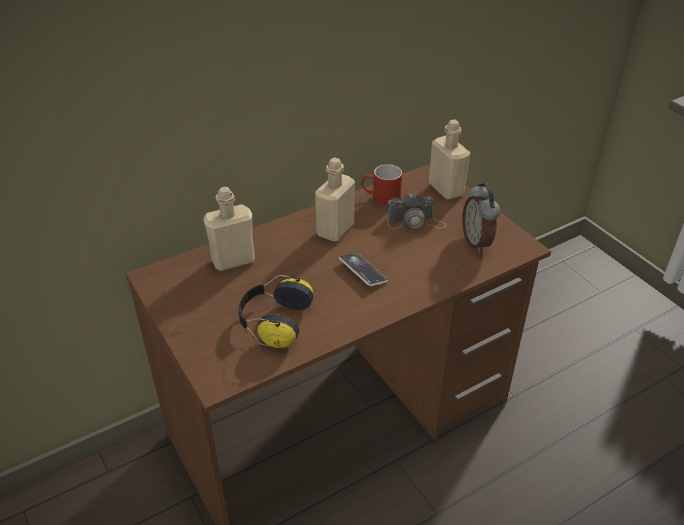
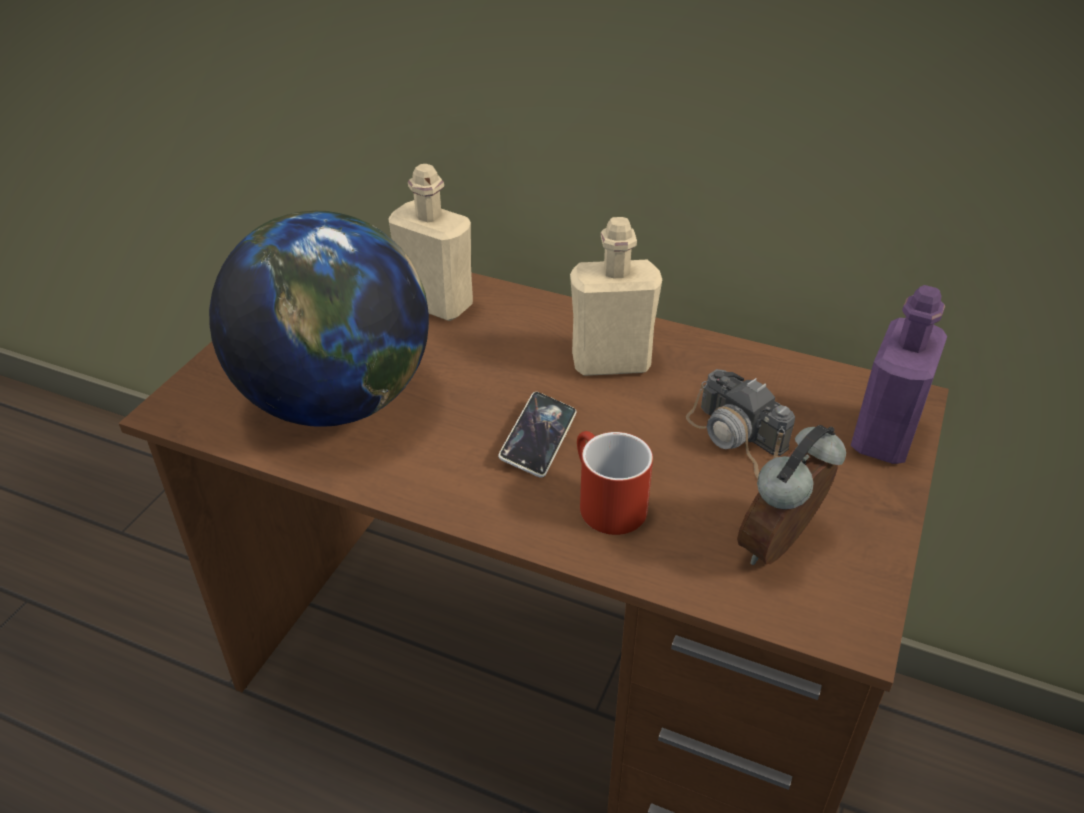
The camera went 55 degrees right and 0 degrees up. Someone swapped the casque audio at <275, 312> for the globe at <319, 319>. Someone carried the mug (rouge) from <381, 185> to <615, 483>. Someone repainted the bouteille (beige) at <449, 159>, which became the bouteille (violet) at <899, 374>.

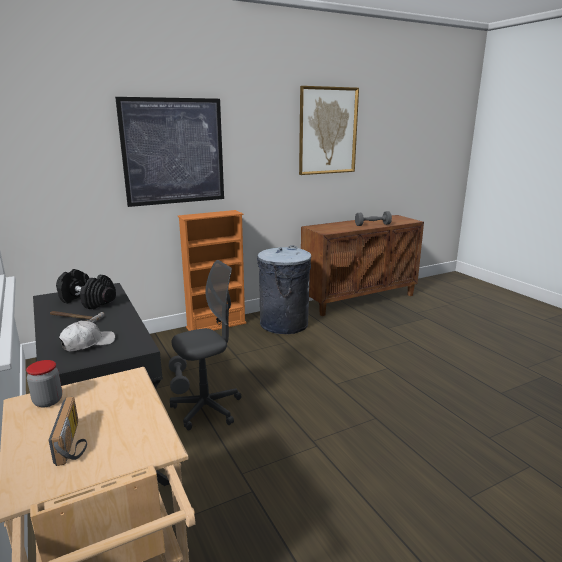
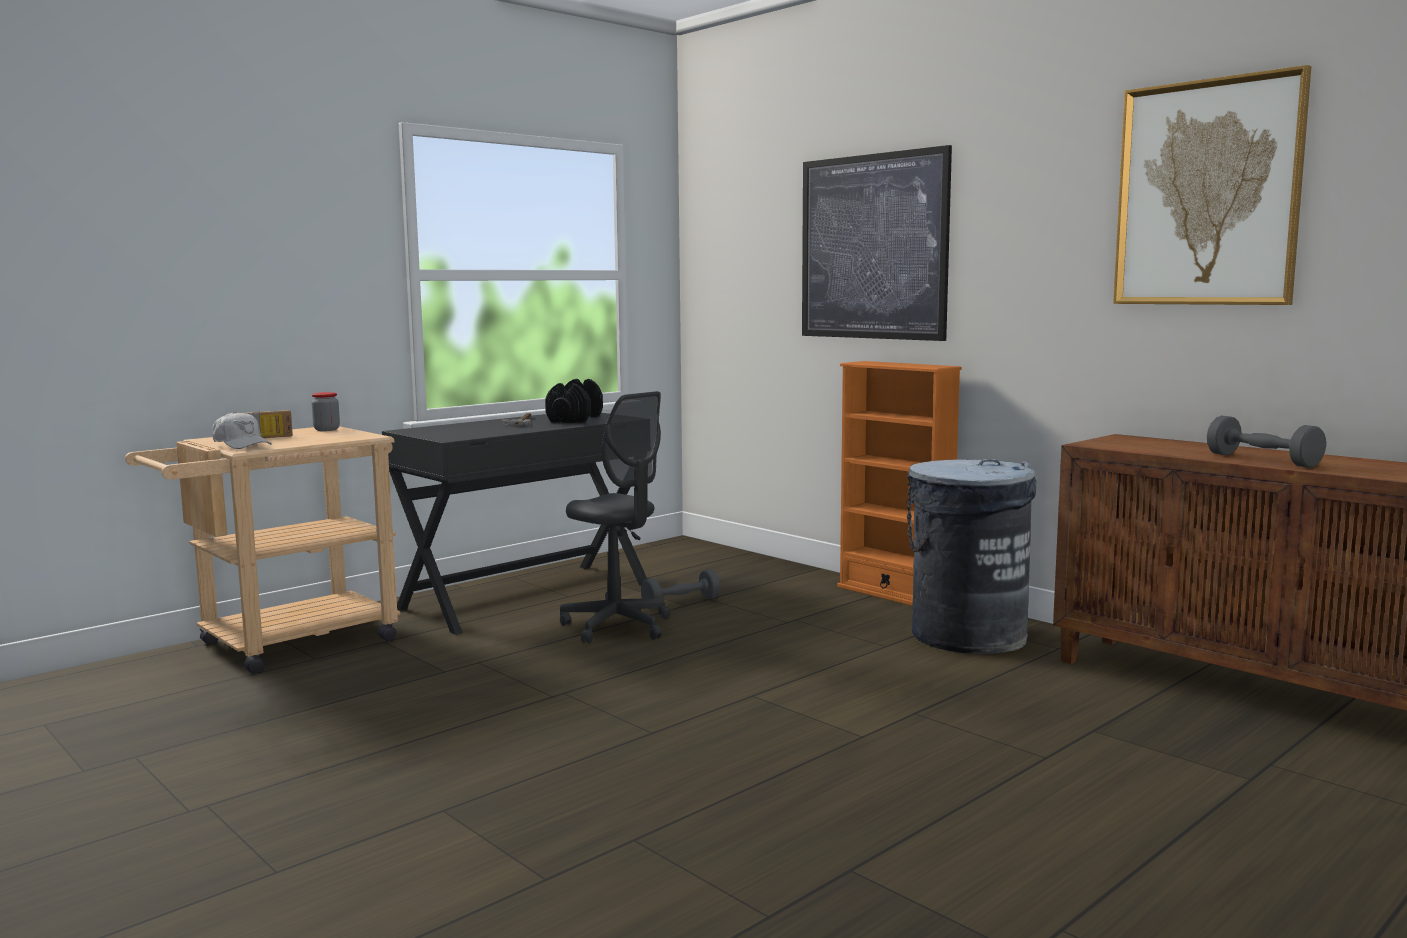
The camera went 75 degrees right and 10 degrees down. Someone carried the casquette (blanc) from <87, 336> to <242, 430>.

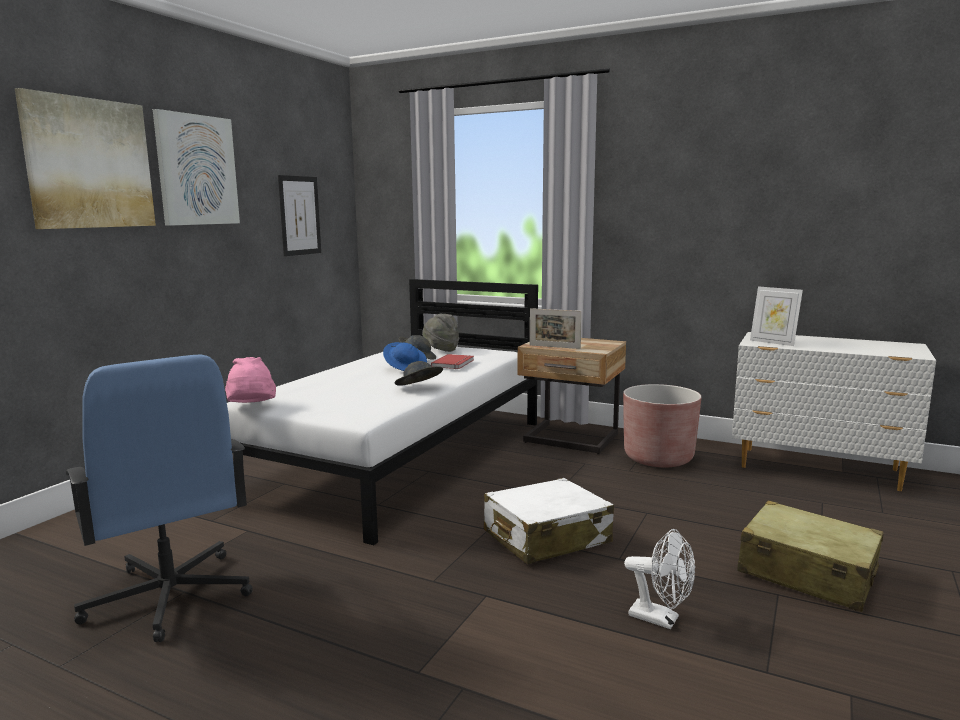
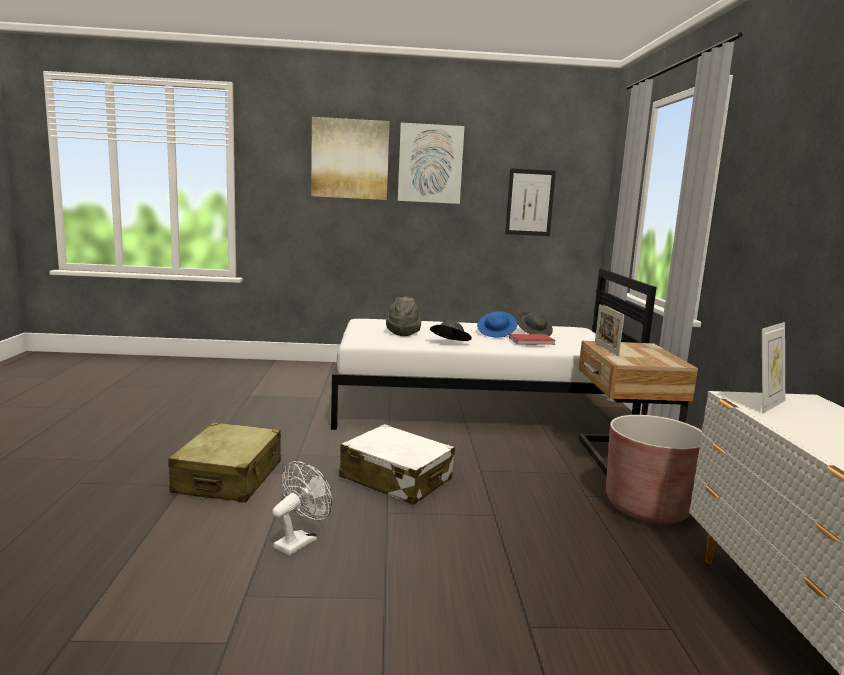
The camera went 60 degrees right and 0 degrees up. Someone carried the valise (beige) from <810, 556> to <224, 462>. Someone rotated the ventilateur (blanc) at <659, 579> by 150 degrees counterclockwise. Someone carried the chapeau (gris) from <440, 332> to <403, 316>. Someone rotated the cadre photo at <776, 316> by 150 degrees counterclockwise. Someone took away the chaise de bureau (bleu) at <159, 498>. Someone took away the chapeau (rose) at <250, 380>.

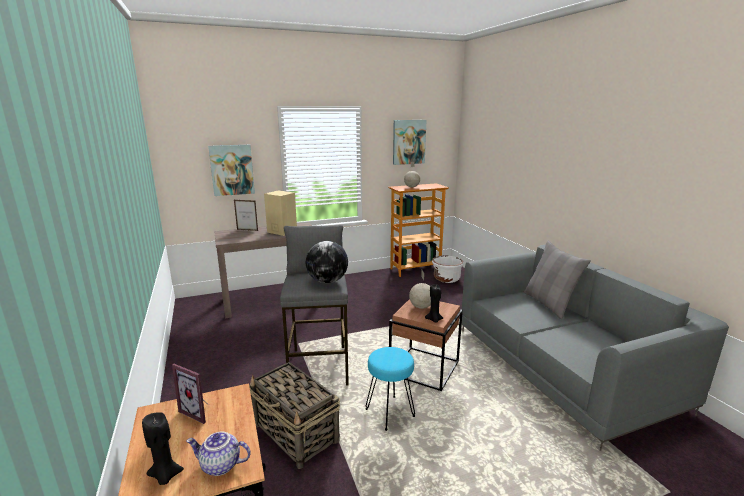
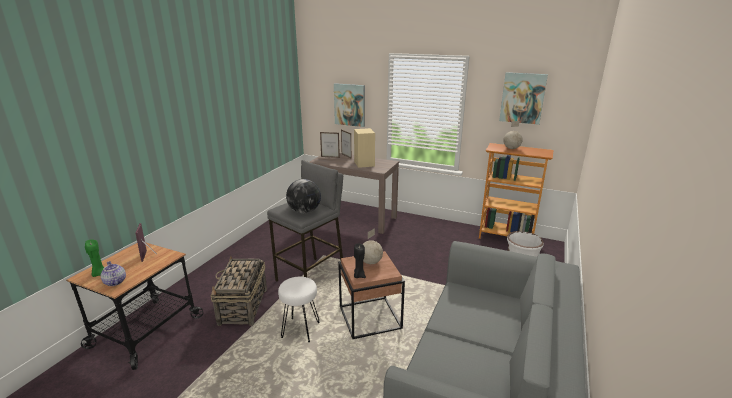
The camera went 45 degrees right and 5 degrees up. Someone repainted the bougie (noir) at <163, 448>, which became the bougie (vert) at <95, 258>. Someone repainted the tabouret (turquoise) at <390, 389>, which became the tabouret (blanc) at <298, 309>. Someone put down the cadre photo at <330, 145>. Someone took away the coussin (gris) at <557, 280>.

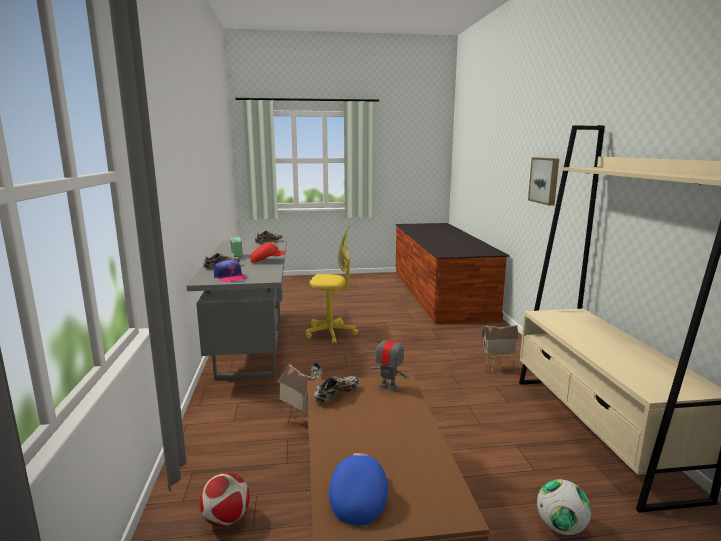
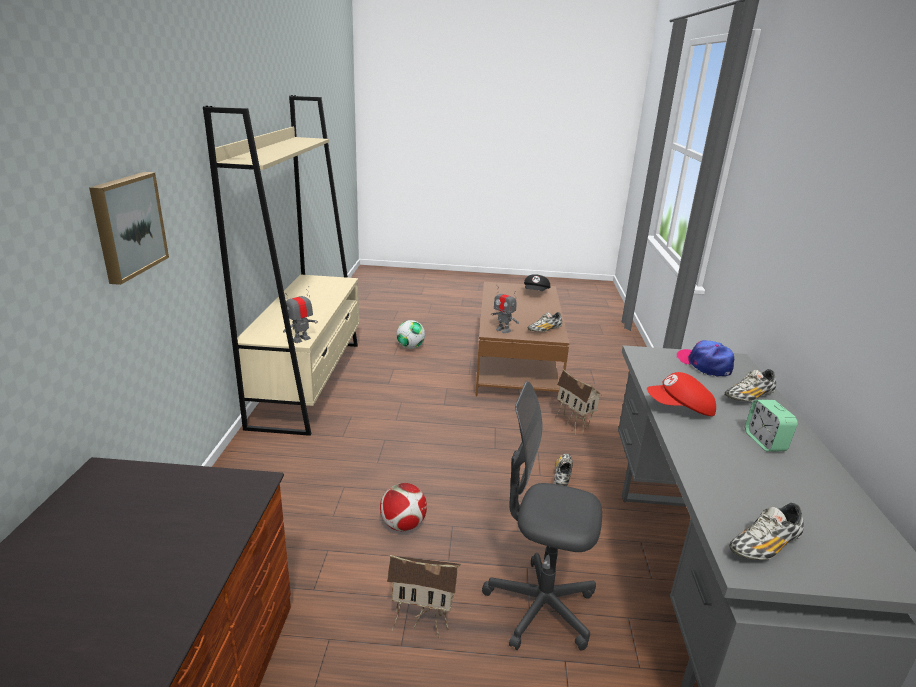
The camera went 170 degrees left and 10 degrees up. Someone put down the robot jouet at <300, 314>. Someone carried the ballon de foot from <224, 499> to <403, 507>. Someone carried the maison miniature from <500, 348> to <424, 597>. Someone repainted the chaise de bureau (jaune) at <332, 285>, which became the chaise de bureau (gris) at <542, 516>. Someone repainted the casquette (bleu) at <358, 489>, which became the casquette (noir) at <537, 282>.

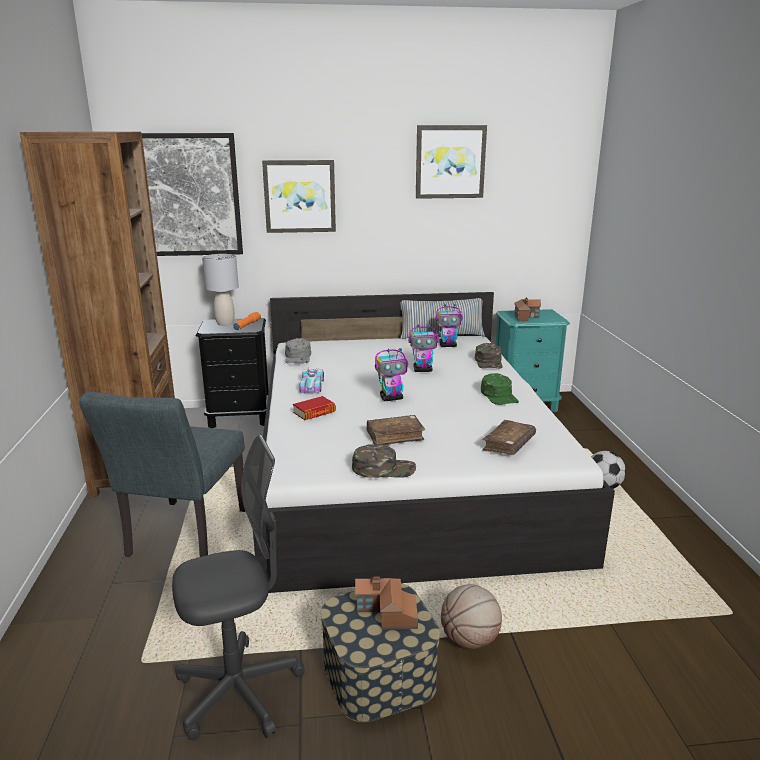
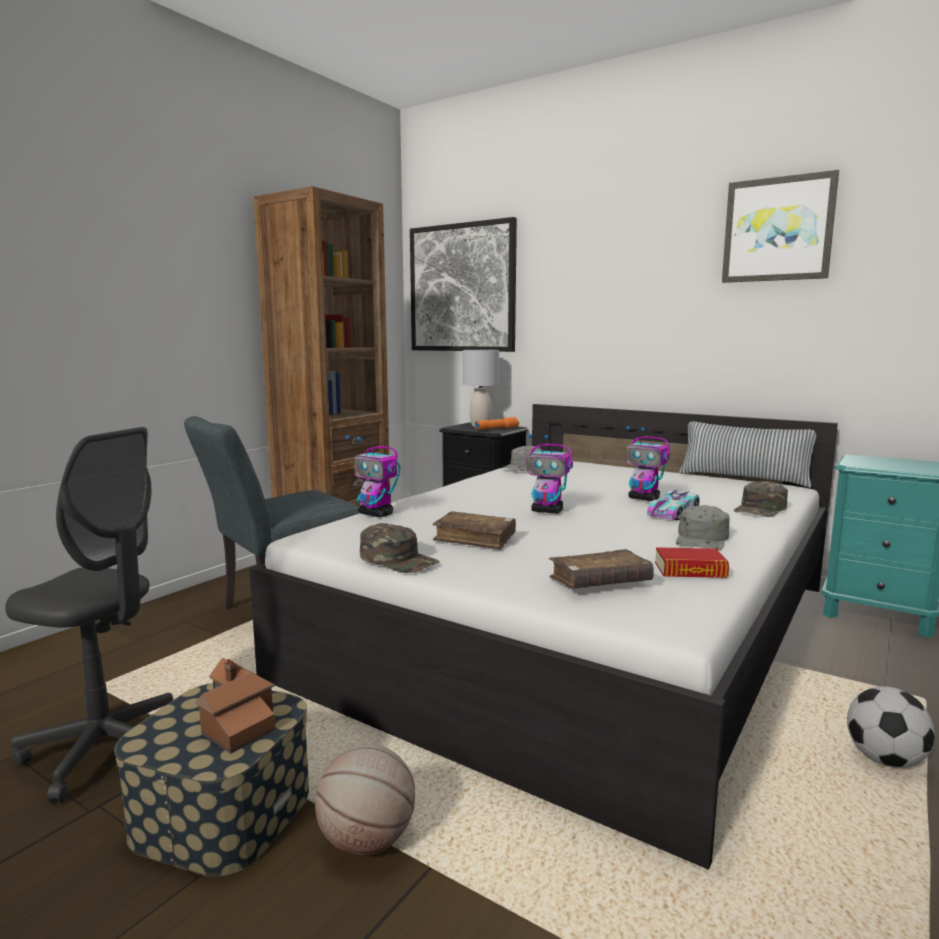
The camera went 40 degrees right and 10 degrees down. Someone carried the robot jouet from <449, 325> to <373, 476>. Someone carried the petite voiture from <311, 380> to <673, 504>. Someone carried the livre from <314, 408> to <692, 562>. Someone repainted the casquette (vert) at <500, 389>, which became the casquette (gris) at <703, 527>. Someone took away the tableau at <299, 196>. Someone took away the maison miniature at <527, 309>.

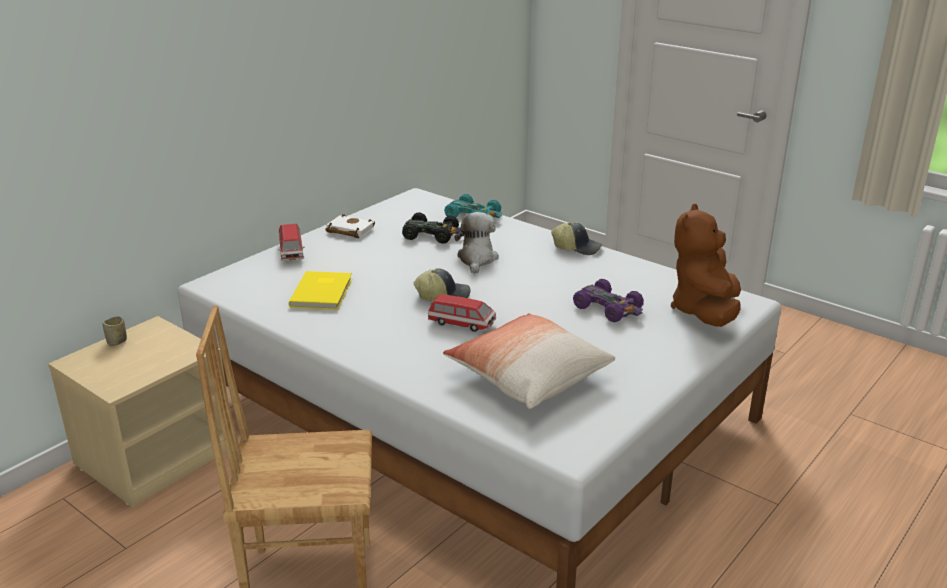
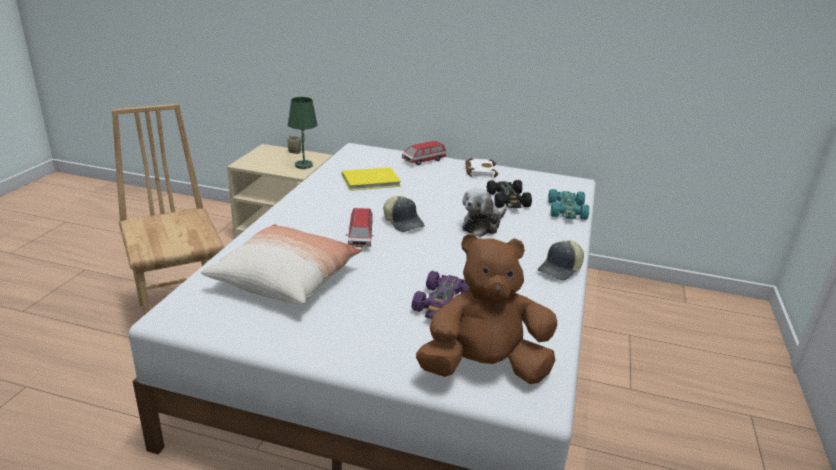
The camera went 65 degrees right and 0 degrees up. Someone put down the lampe de table (vert) at <302, 133>. Someone rotated the peluche at <476, 243> by 150 degrees clockwise. Someone rotated the casquette at <576, 238> by 45 degrees clockwise.

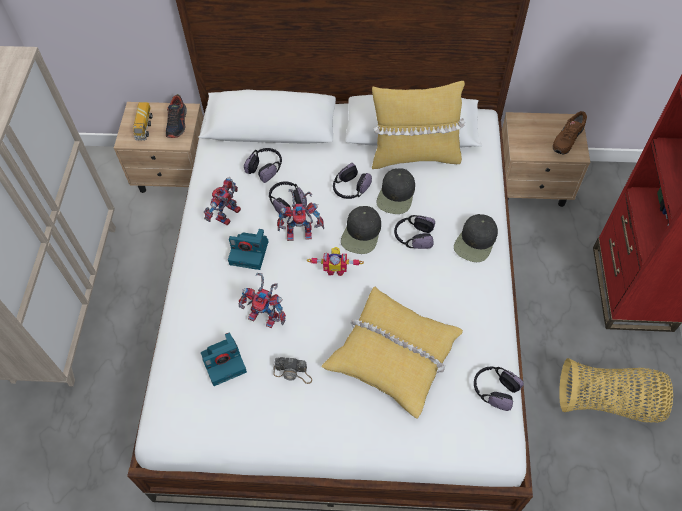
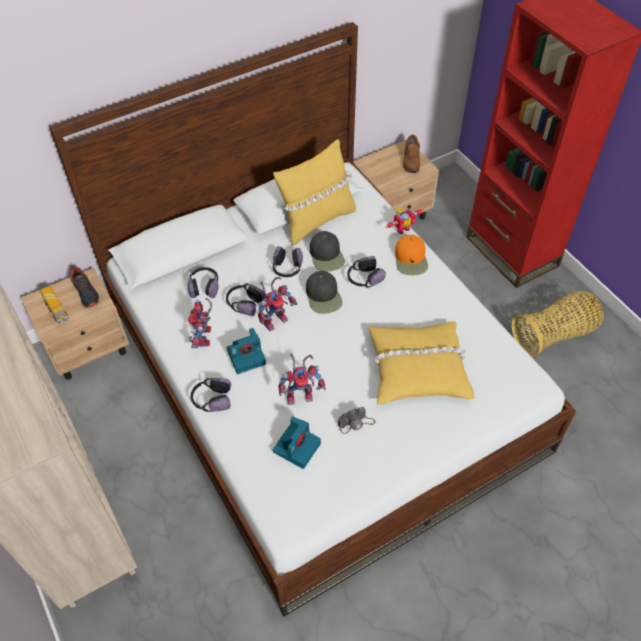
The camera went 35 degrees left and 5 degrees down. Someone carried the casque audio from <499, 389> to <211, 395>. Someone carried the robot jouet from <335, 261> to <404, 221>. Someone repainted the casquette (noir) at <476, 238>, which became the casquette (orange) at <411, 254>.

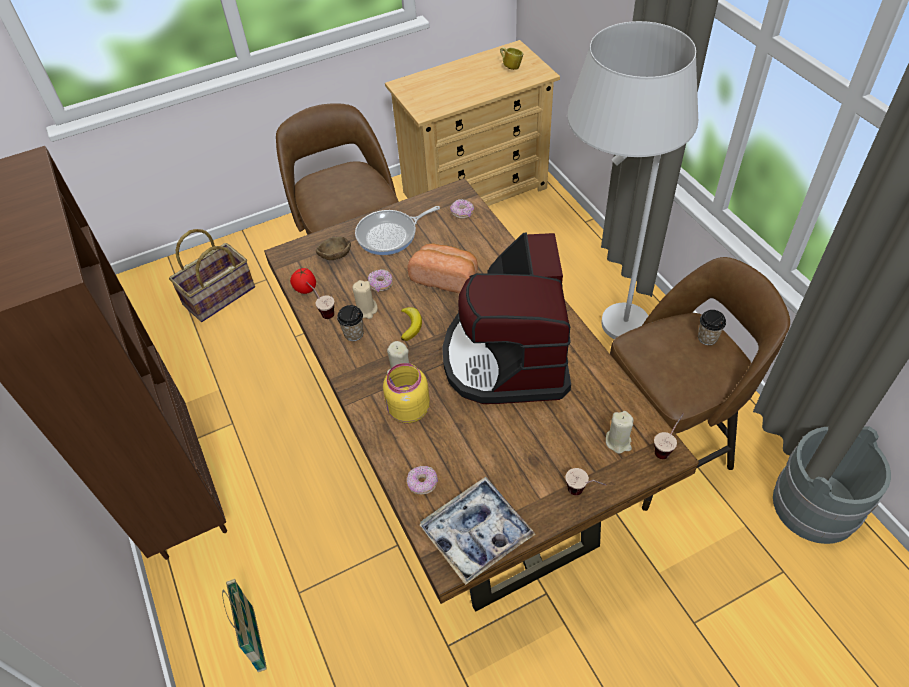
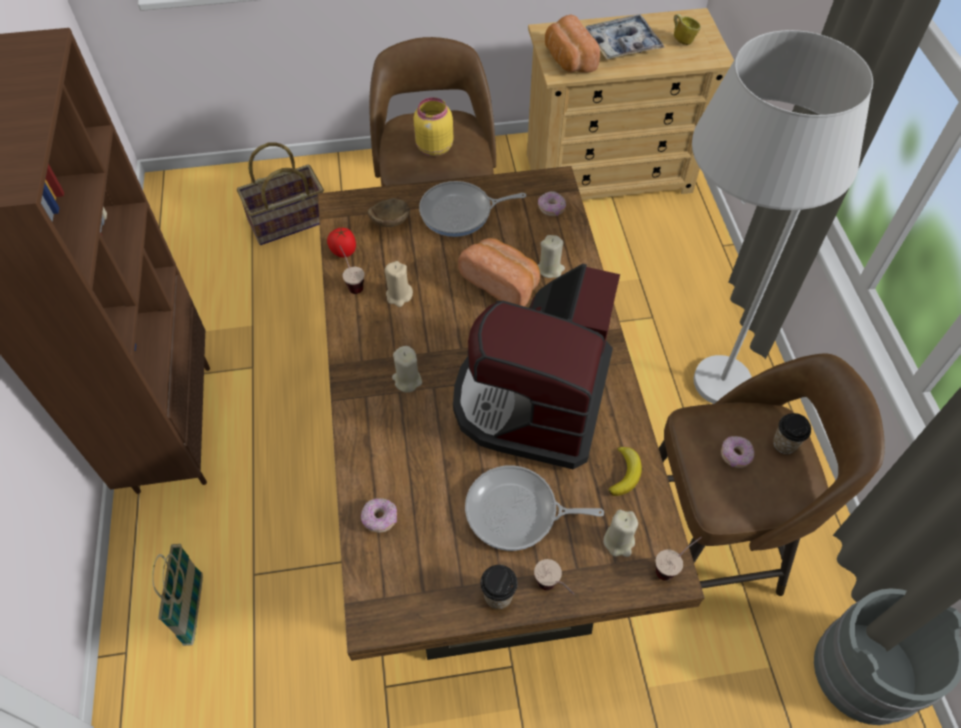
The camera went 15 degrees right and 5 degrees up. Someone carried the bocal (jaune) from <406, 393> to <433, 126>. Someone put down the poêle at <534, 508>. Someone carried the tasse from <350, 323> to <499, 587>. Someone put down the bougie (beige) at <551, 256>. Someone put down the pain at <572, 44>. Someone carried the plateau from <478, 531> to <625, 36>. Someone carried the banane from <411, 324> to <625, 471>. Someone carried the beignet from <380, 280> to <737, 452>.

